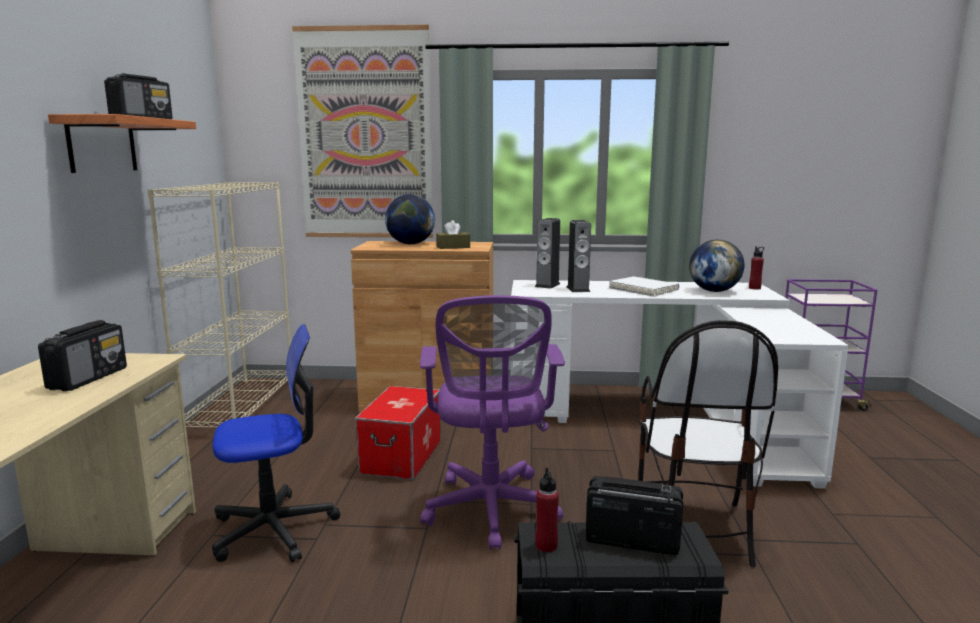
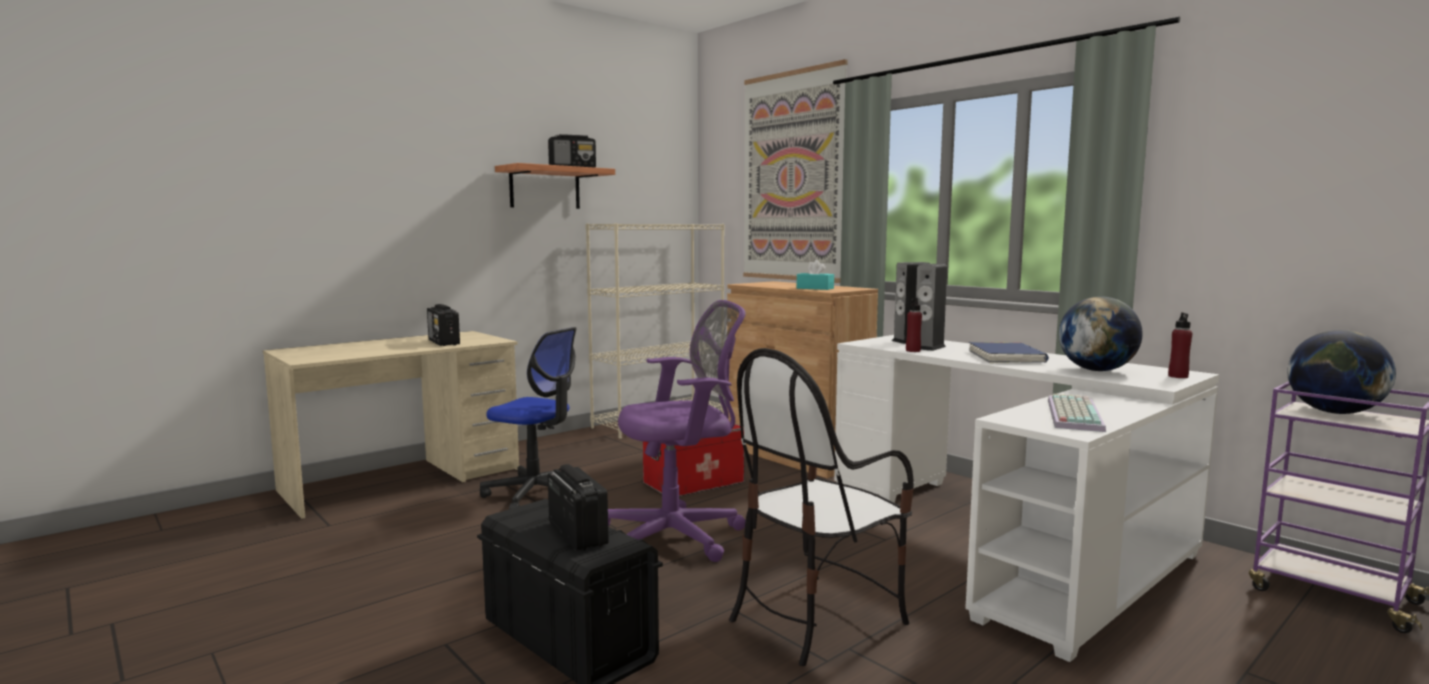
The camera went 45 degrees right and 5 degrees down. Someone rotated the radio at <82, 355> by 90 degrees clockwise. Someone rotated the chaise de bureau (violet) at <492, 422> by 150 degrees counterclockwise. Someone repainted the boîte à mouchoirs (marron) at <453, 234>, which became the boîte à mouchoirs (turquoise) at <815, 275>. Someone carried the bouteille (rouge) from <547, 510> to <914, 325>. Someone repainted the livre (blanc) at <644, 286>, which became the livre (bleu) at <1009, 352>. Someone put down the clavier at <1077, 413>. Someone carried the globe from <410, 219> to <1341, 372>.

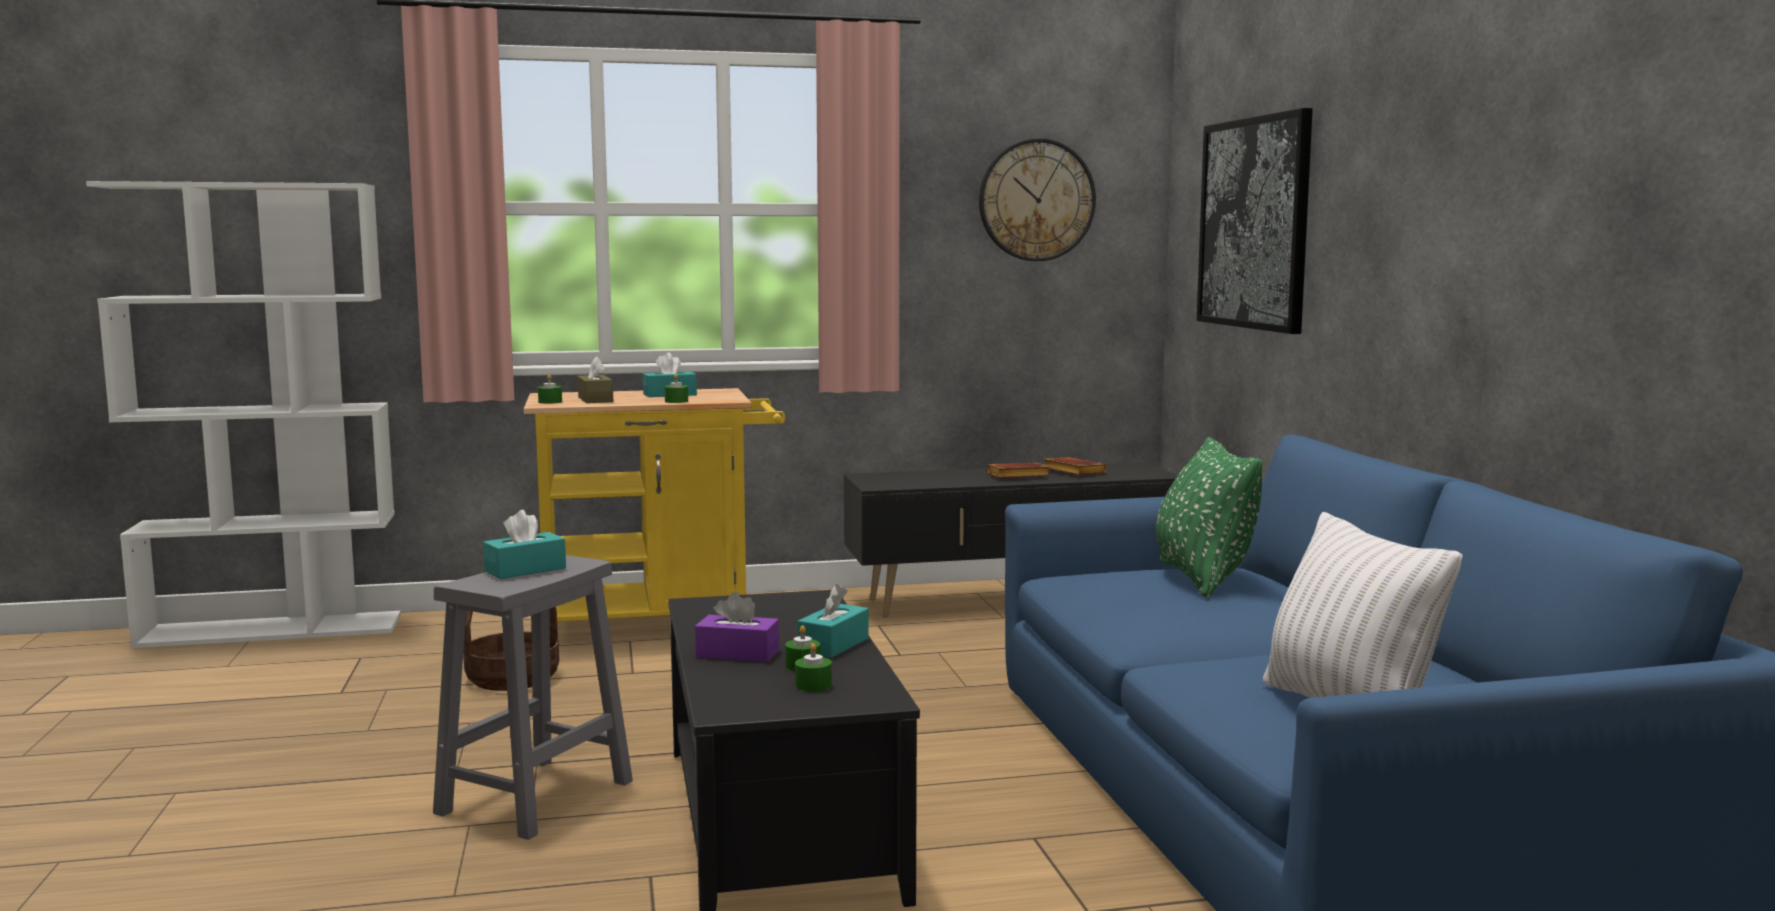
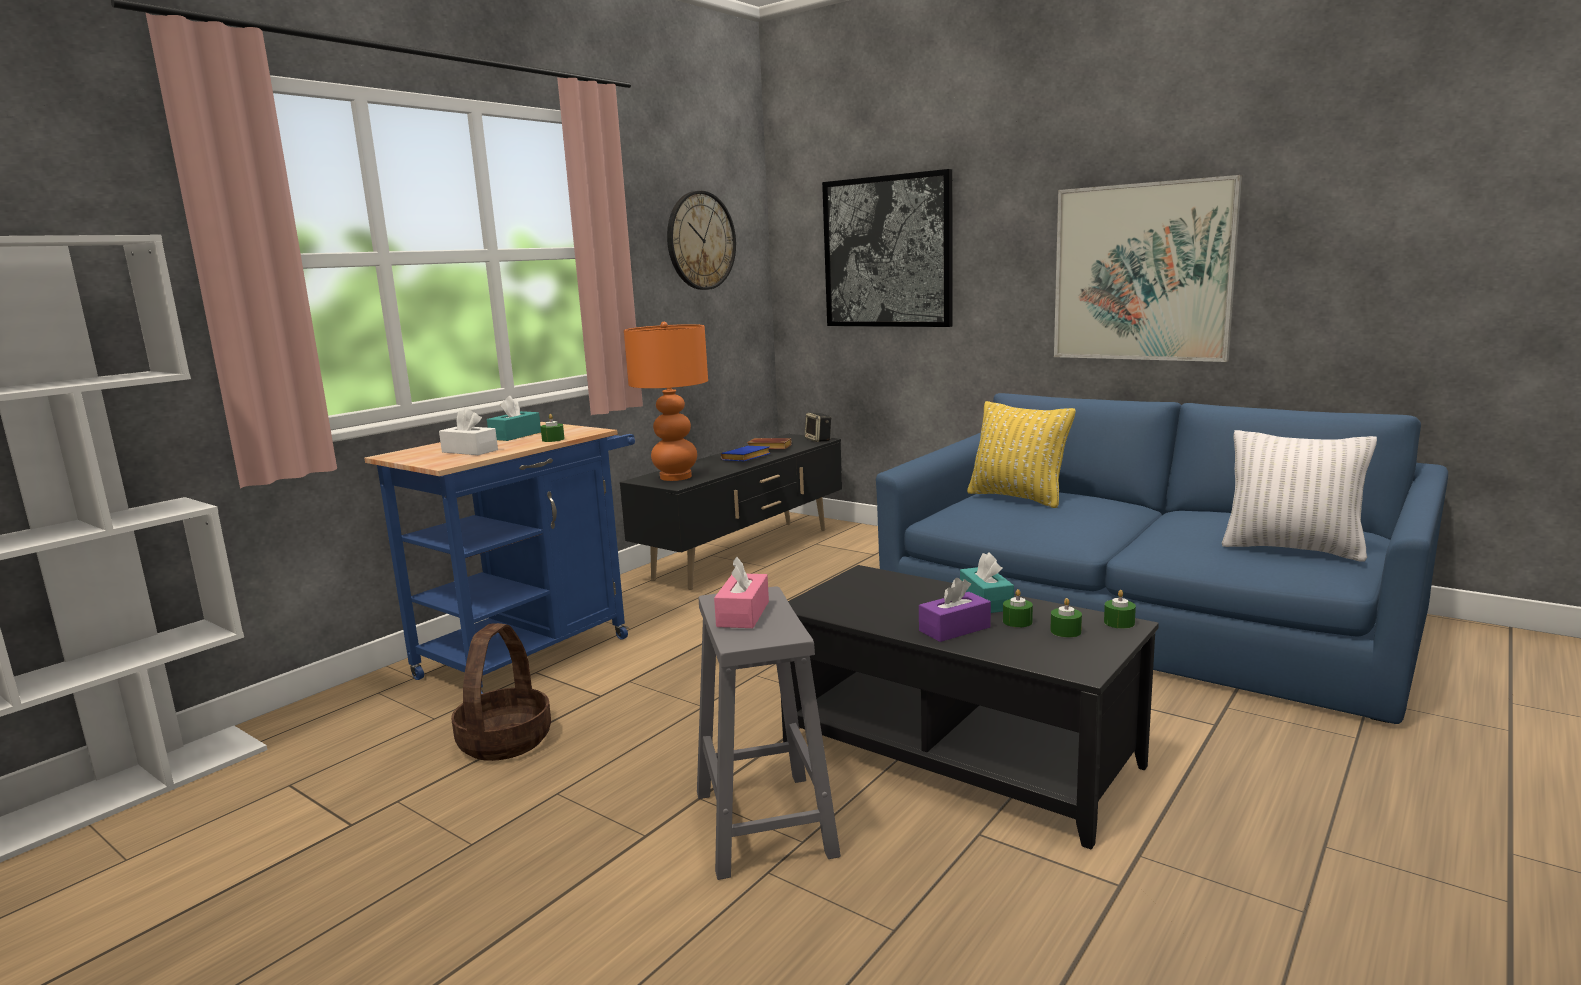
The camera went 40 degrees left and 5 degrees up. Someone repainted the chariot (jaune) at <654, 505>, which became the chariot (bleu) at <499, 558>. Someone repainted the boîte à mouchoirs (marron) at <595, 379>, which became the boîte à mouchoirs (blanc) at <468, 431>. Someone put down the lampe de table (orange) at <666, 401>. Someone repainted the boîte à mouchoirs (turquoise) at <524, 544>, which became the boîte à mouchoirs (rose) at <741, 592>. Someone repainted the livre (marron) at <1018, 470>, which became the livre (bleu) at <745, 453>. Someone put down the enceinte at <818, 427>. Someone repainted the coussin (vert) at <1209, 517>, which became the coussin (jaune) at <1021, 454>. Someone put up the tableau at <1148, 268>. Someone carried the bougie (vert) from <550, 389> to <1120, 609>.

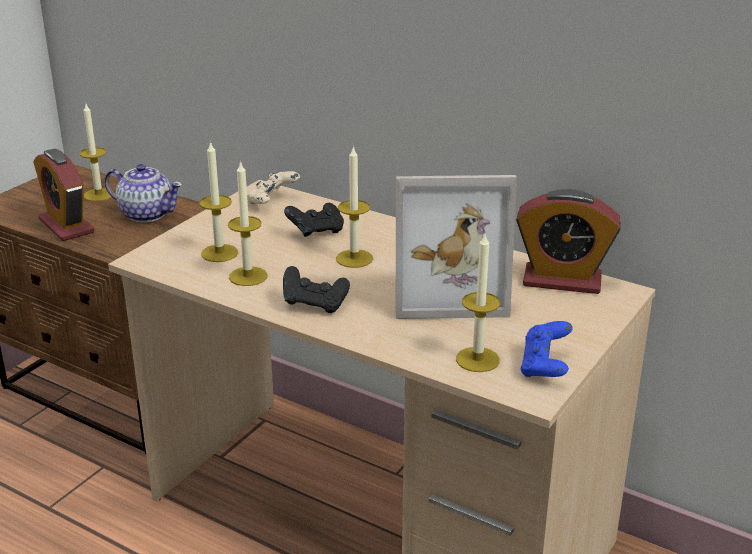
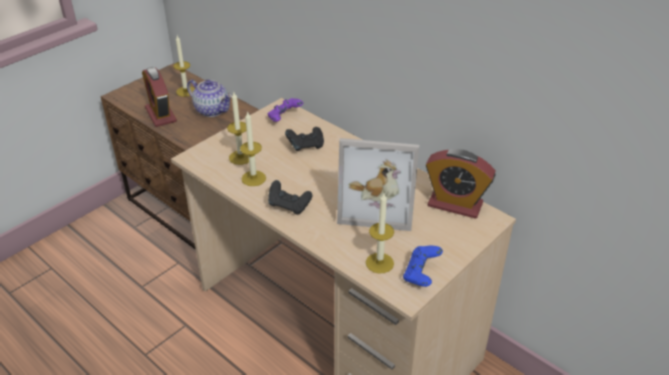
The camera went 10 degrees right and 10 degrees up. Someone repainted the manette (beige) at <273, 187>, which became the manette (violet) at <285, 110>. Someone took away the bougie at <354, 207>.

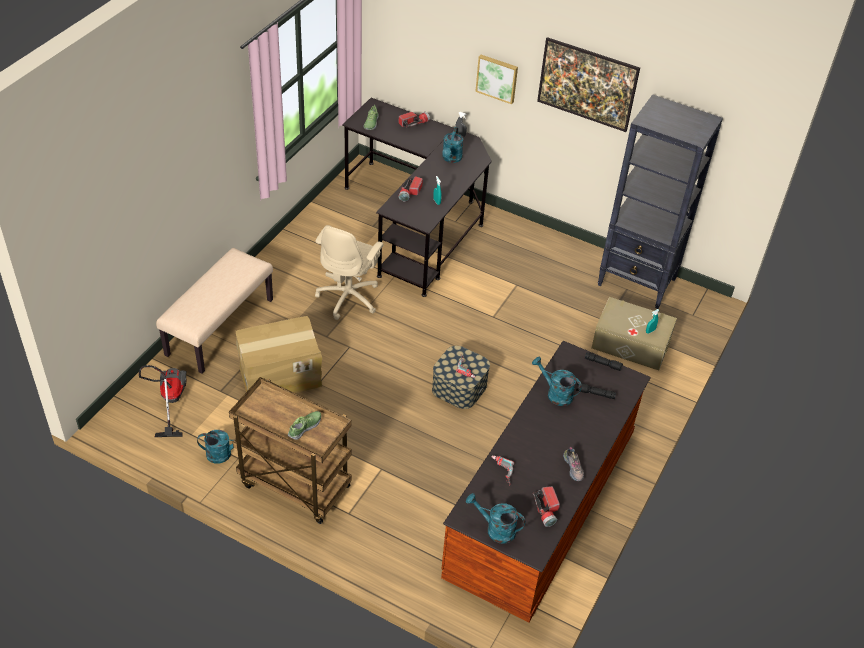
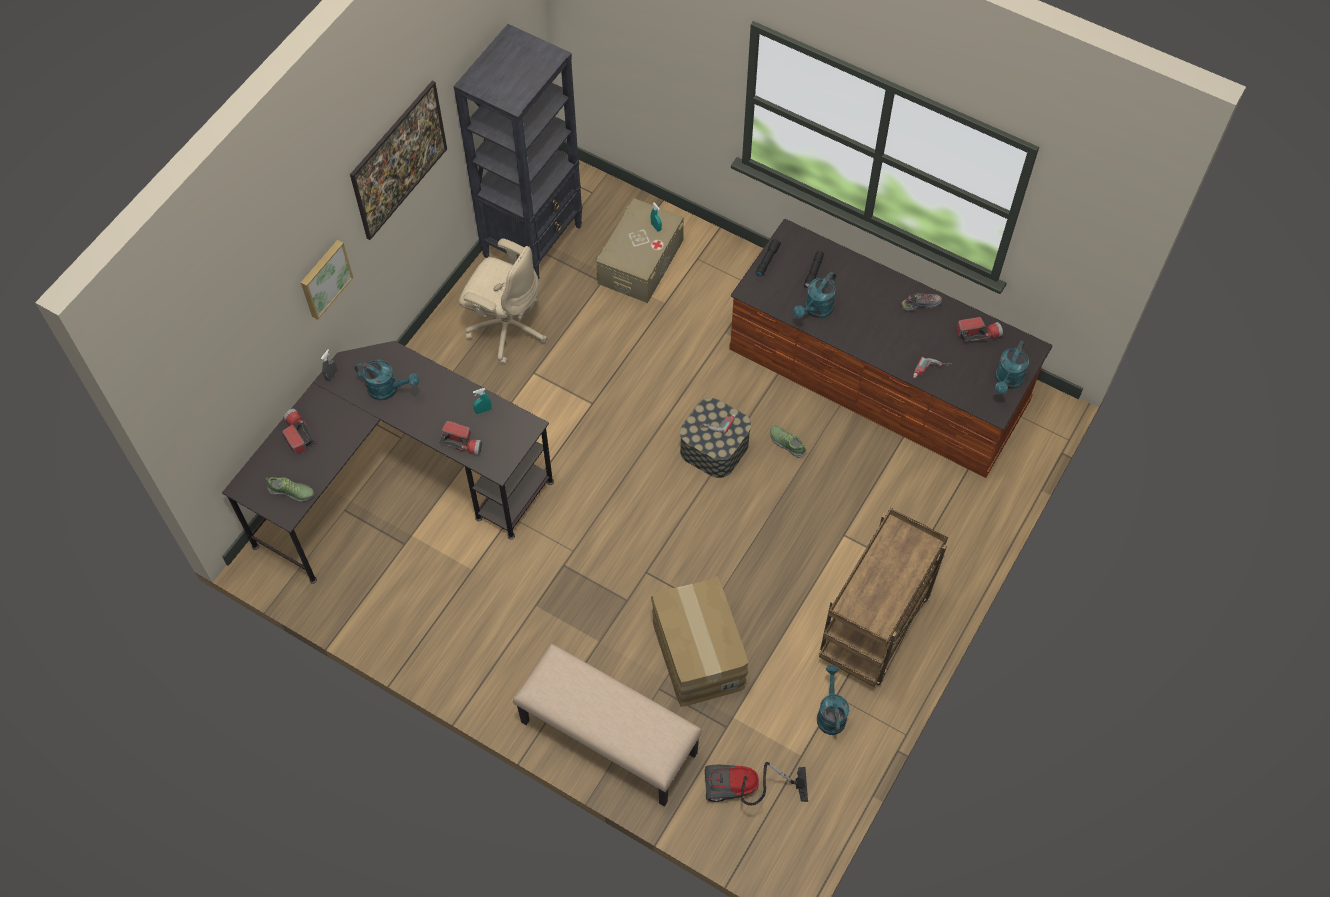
The camera went 85 degrees left and 15 degrees up. Someone carried the chaise de bureau (beige) from <349, 272> to <503, 301>. Someone carried the chaussure from <304, 425> to <788, 442>.

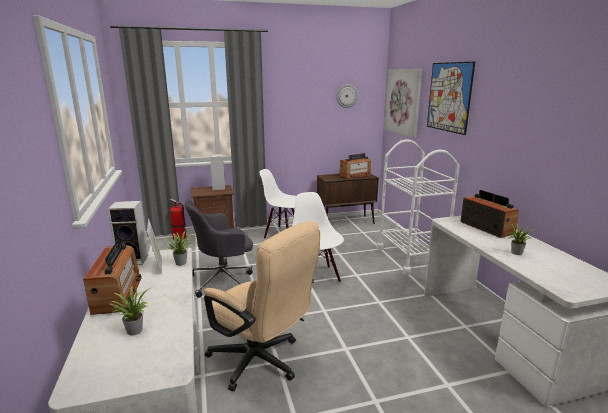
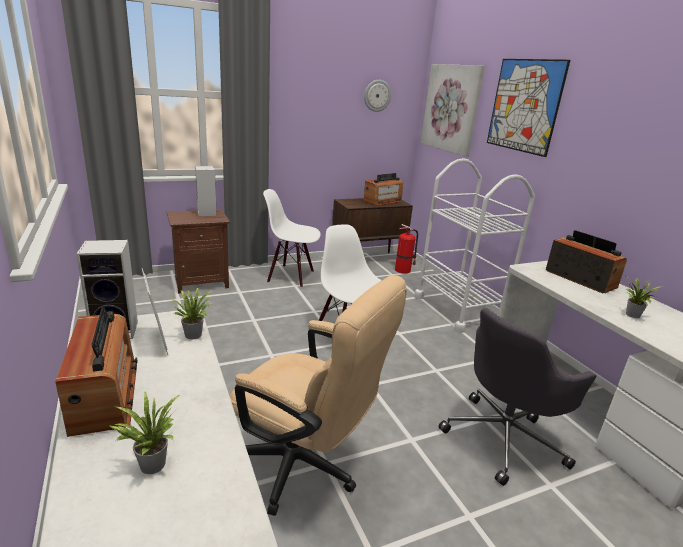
The camera went 10 degrees left and 5 degrees up. Someone carried the extincteur from <178, 219> to <406, 249>. Someone carried the chaise de bureau (gris) from <219, 248> to <517, 397>.

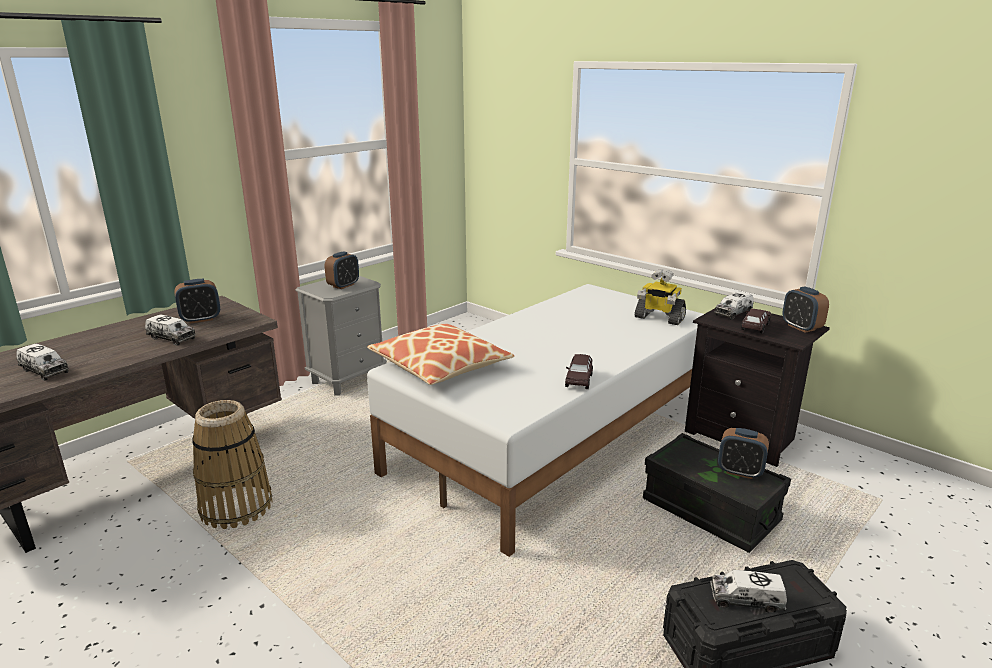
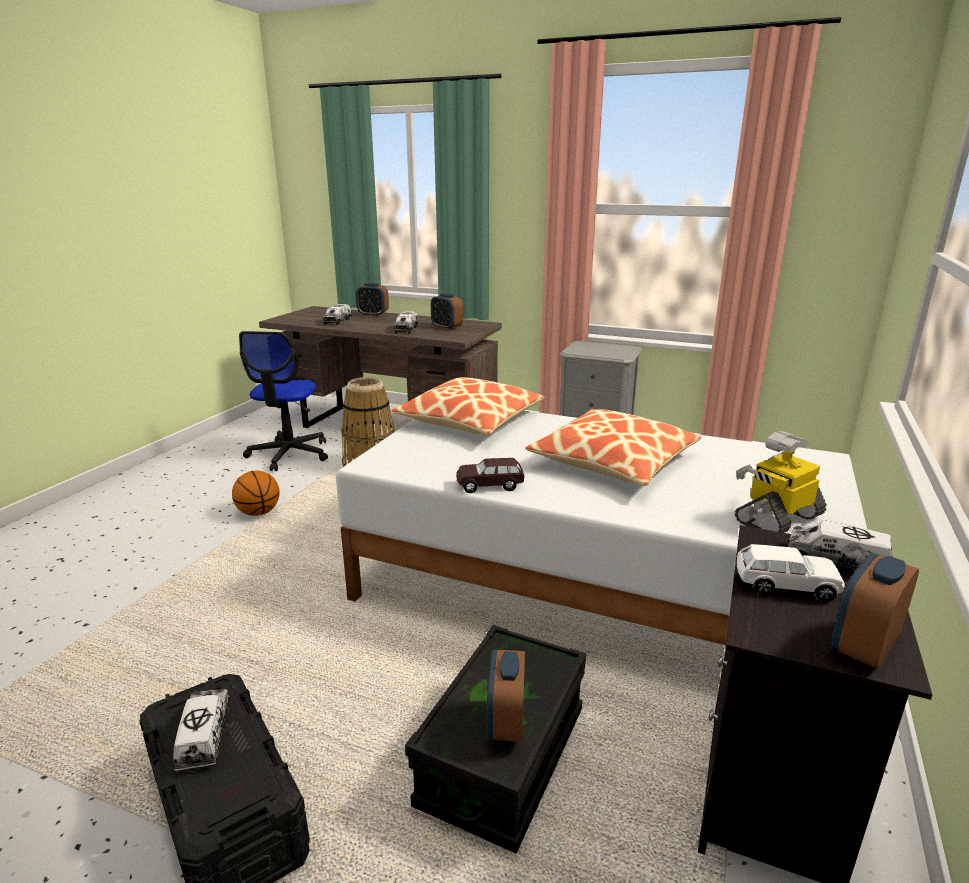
The camera went 70 degrees right and 0 degrees up. Someone put down the ballon de basket at <256, 493>. Someone put down the chaise de bureau at <283, 401>. Someone carried the réveil from <342, 270> to <372, 299>. Someone put down the coussin at <613, 447>. Someone rotated the robot jouet at <660, 297> by 45 degrees clockwise. Someone repainted the petite voiture (marron) at <756, 321>, which became the petite voiture (blanc) at <791, 573>.

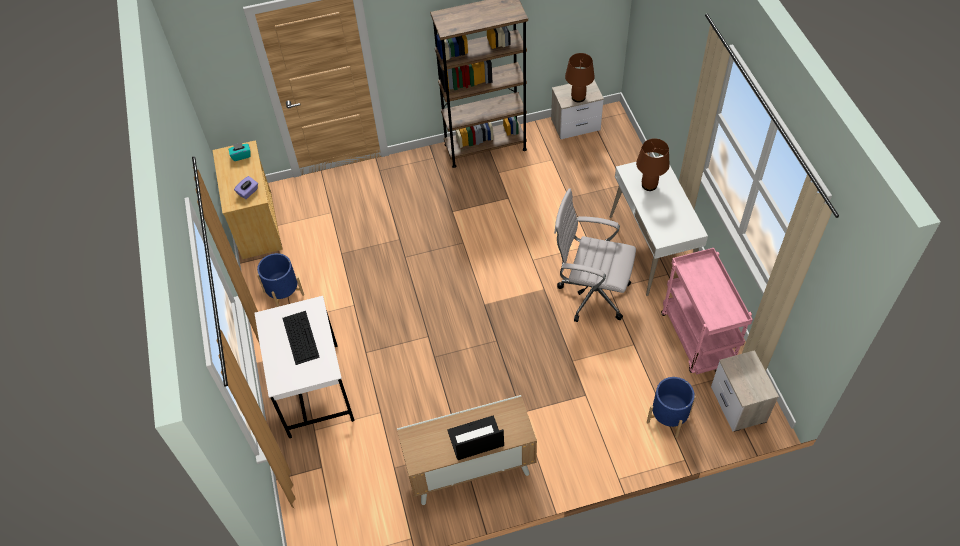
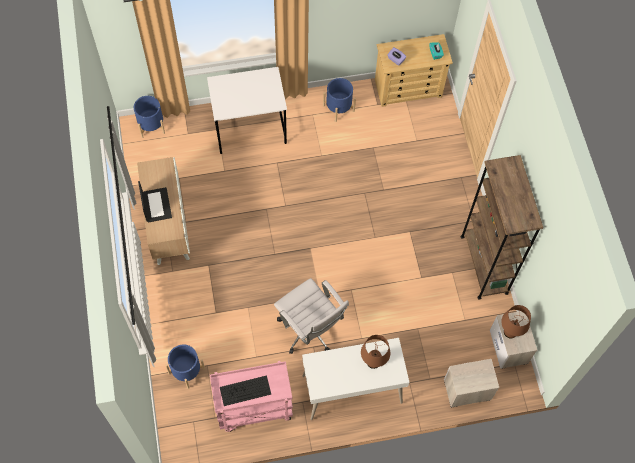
The camera went 90 degrees right and 10 degrees up. Someone put down the cache-pot (bleu) at <149, 117>. Someone carried the clavier from <301, 338> to <245, 390>. Someone rotated the chaise de bureau (blanc) at <595, 255> by 120 degrees clockwise. Someone carried the table de chevet from <745, 391> to <471, 383>.

